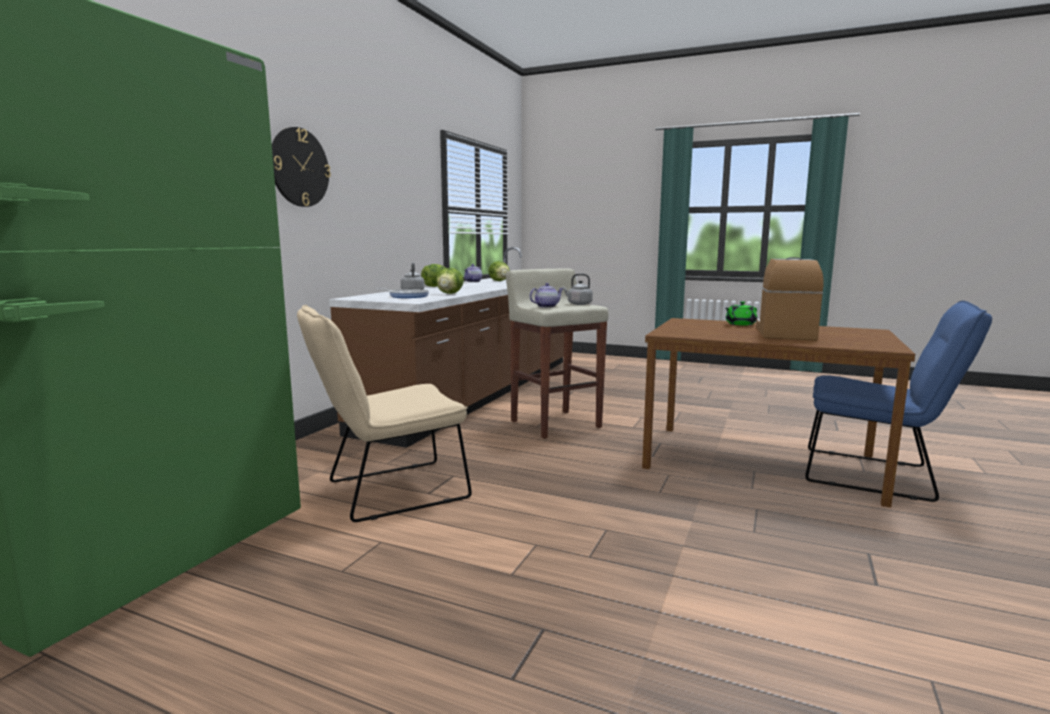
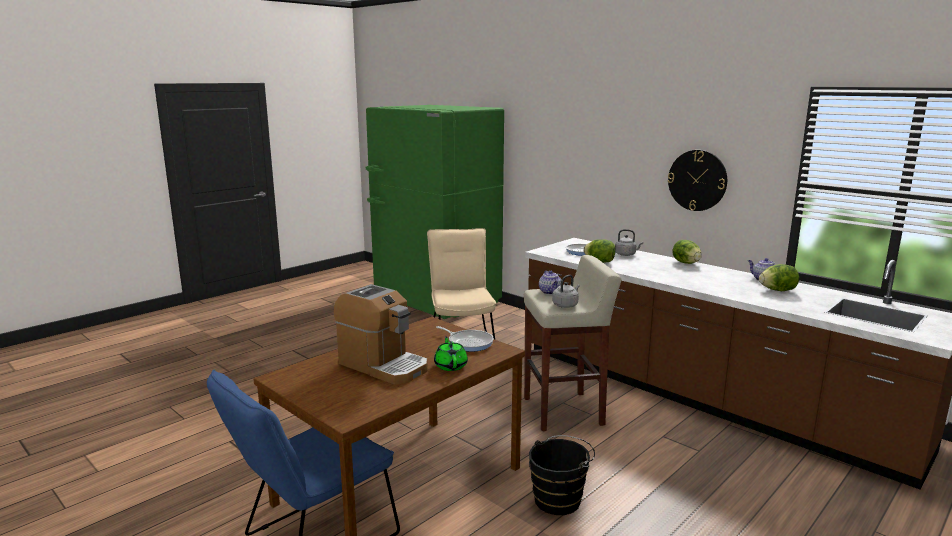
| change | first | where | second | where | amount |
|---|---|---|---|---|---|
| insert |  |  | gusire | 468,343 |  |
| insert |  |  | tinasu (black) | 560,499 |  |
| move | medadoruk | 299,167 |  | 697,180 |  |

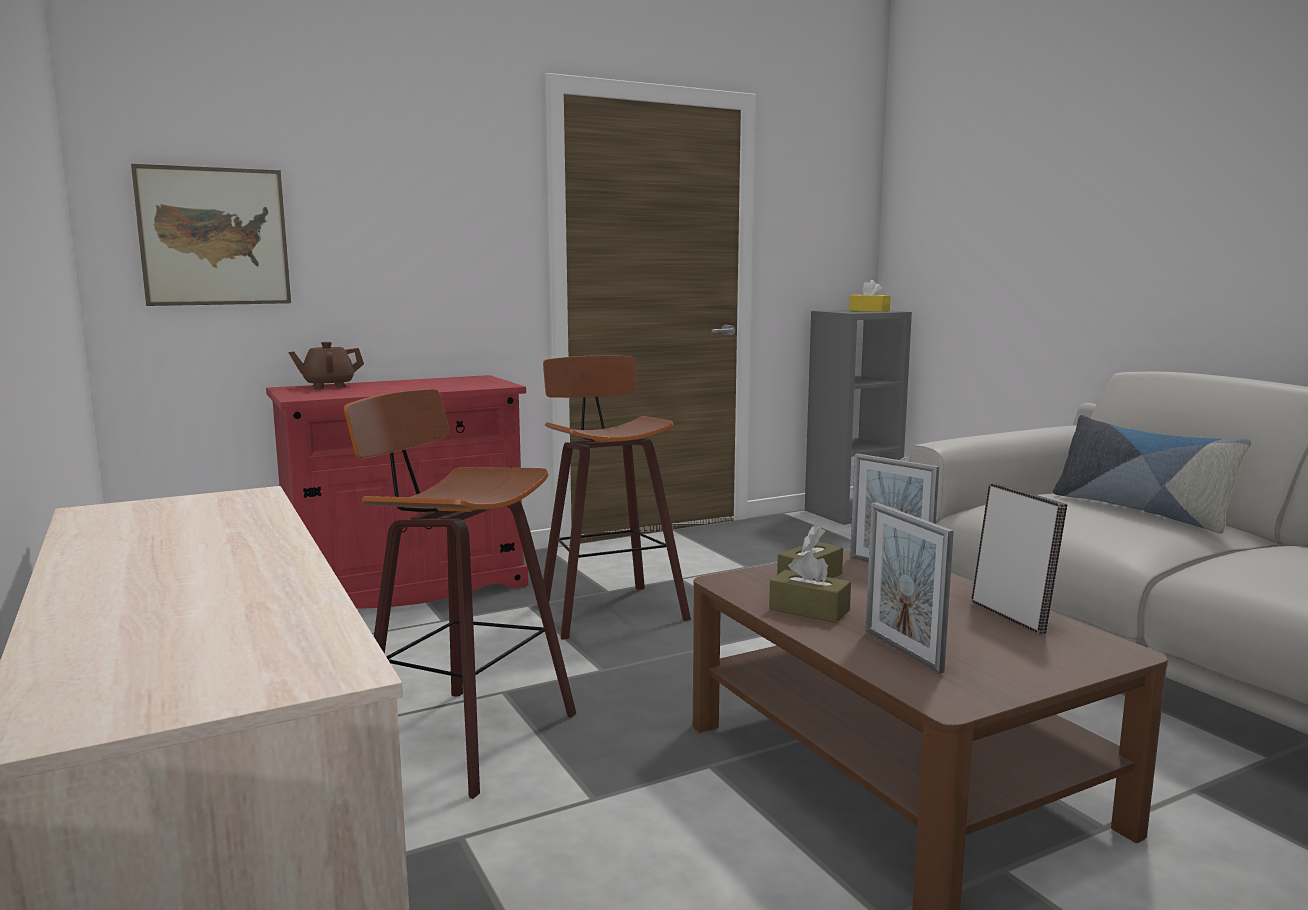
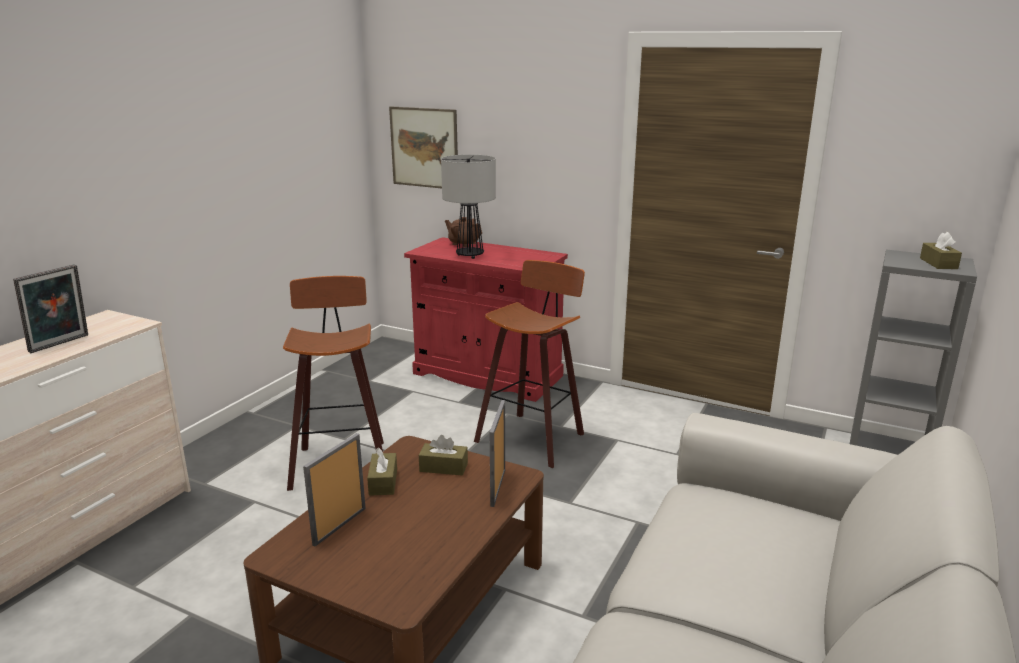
| change | first | where | second | where | amount |
|---|---|---|---|---|---|
| delete | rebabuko | 1140,510 |  |  |  |
| insert |  |  | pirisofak | 470,255 |  |
| move | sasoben | 1011,616 |  | 61,344 |  |
| recolor | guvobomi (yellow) | 869,310 | guvobomi (brown) | 938,263 |  |

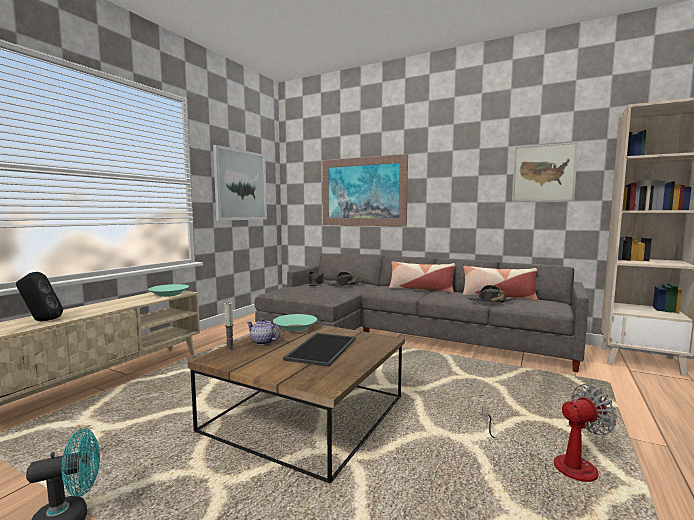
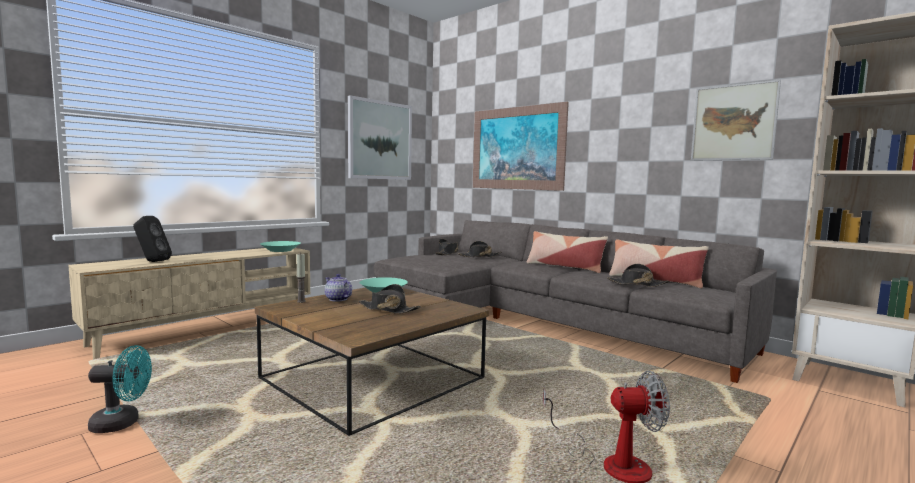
| change | first | where | second | where | amount |
|---|---|---|---|---|---|
| replace | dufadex | 321,348 | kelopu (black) | 388,309 |  |

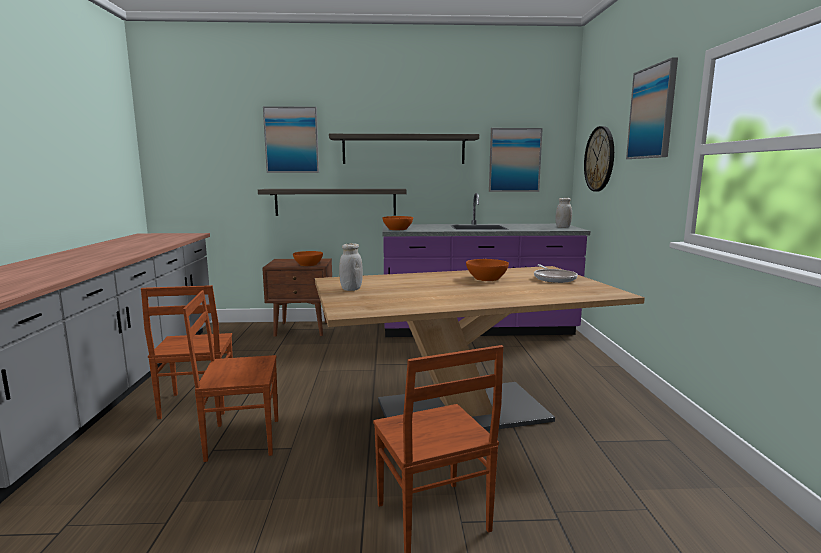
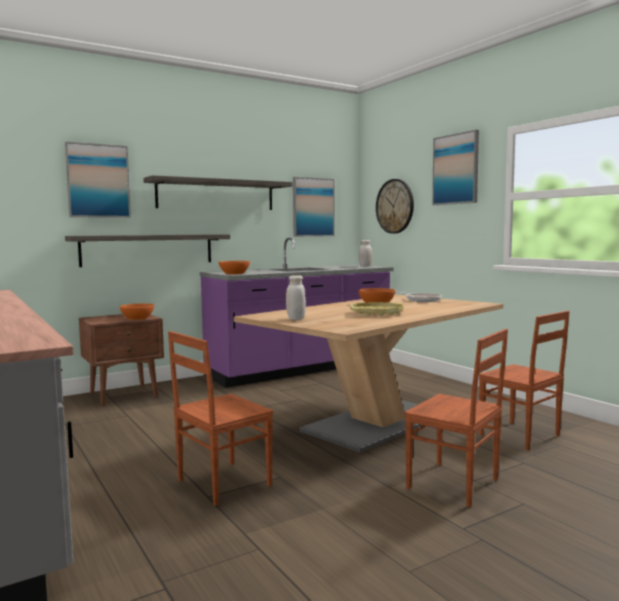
| change | first | where | second | where | amount |
|---|---|---|---|---|---|
| insert |  |  | dufadex (yellow) | 376,313 |  |
| move | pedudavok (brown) | 196,404 |  | 520,436 |  |

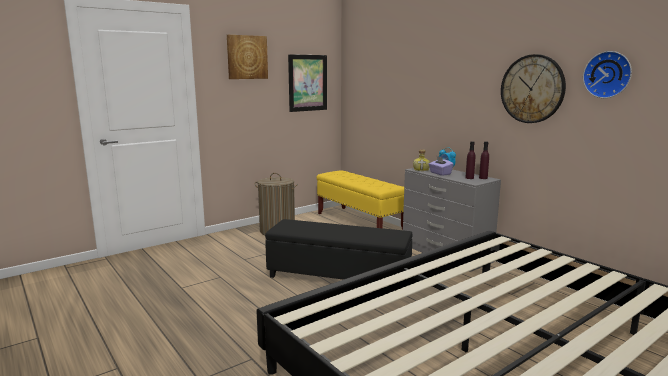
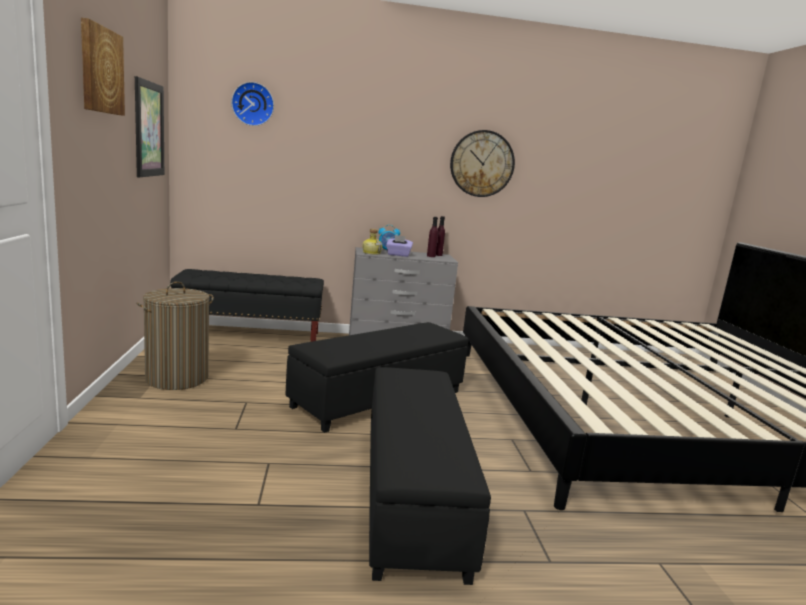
| change | first | where | second | where | amount |
|---|---|---|---|---|---|
| insert |  |  | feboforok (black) | 414,494 |  |
| move | medadoruk | 608,74 |  | 253,104 |  |
| recolor | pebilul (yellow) | 359,222 | pebilul (black) | 250,337 |  |

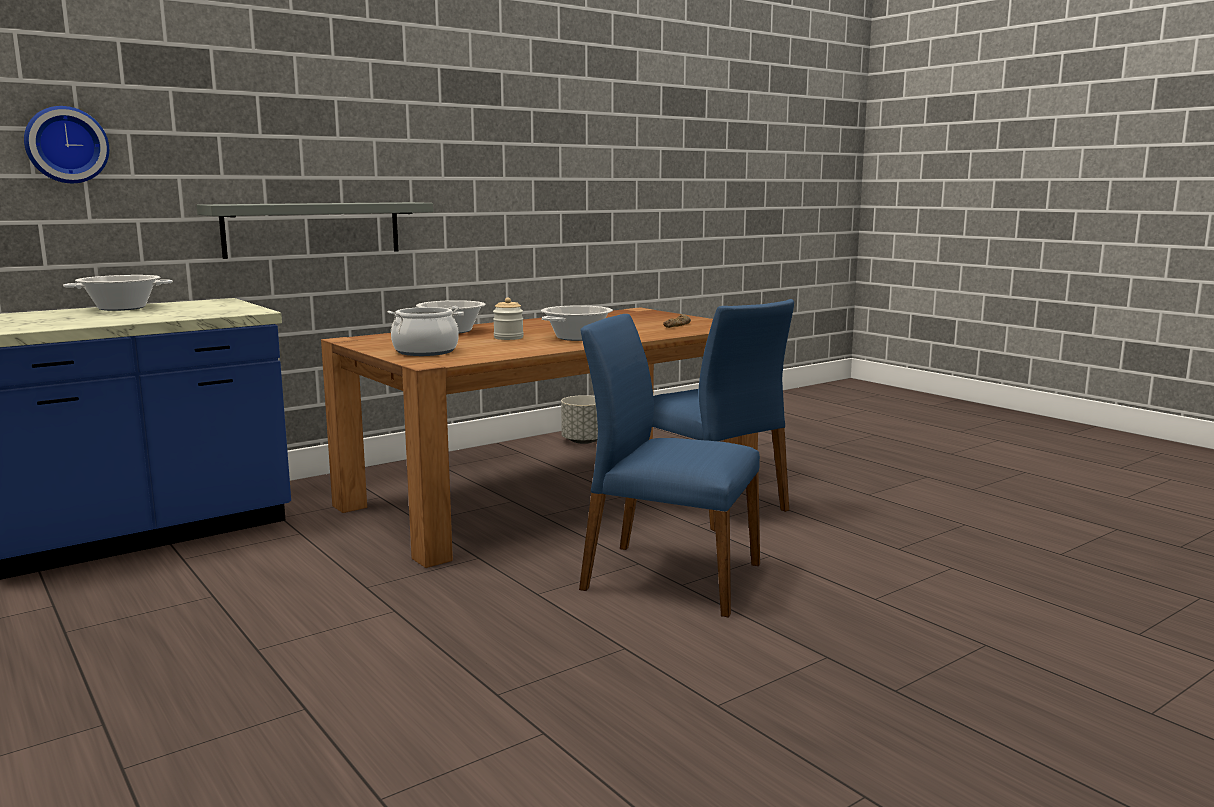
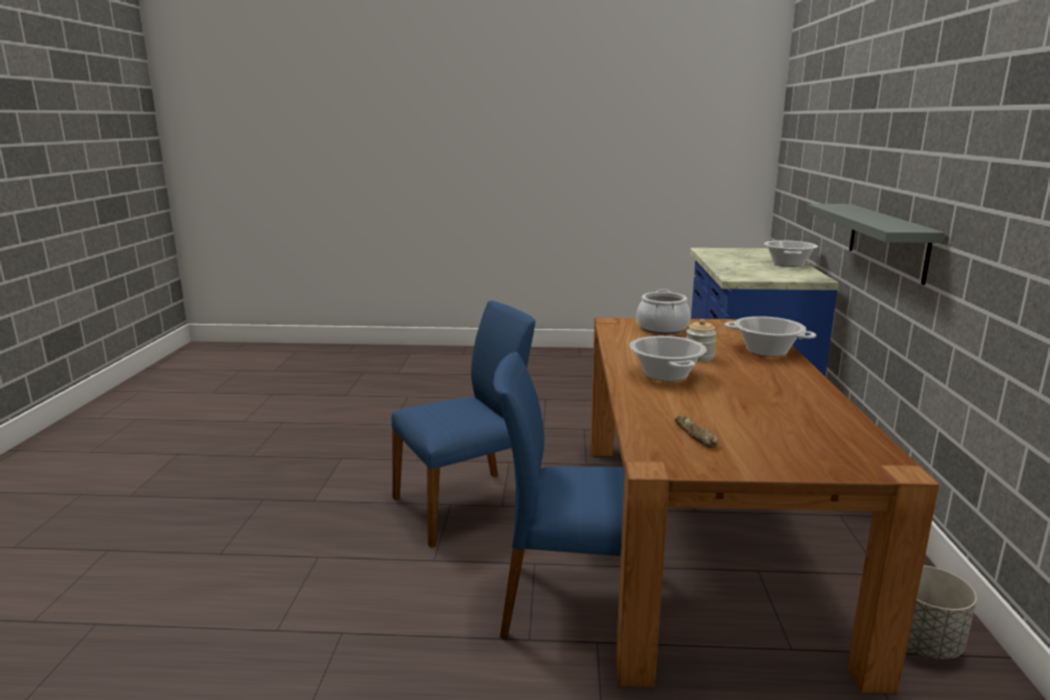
| change | first | where | second | where | amount |
|---|---|---|---|---|---|
| delete | medadoruk | 66,145 |  |  |  |

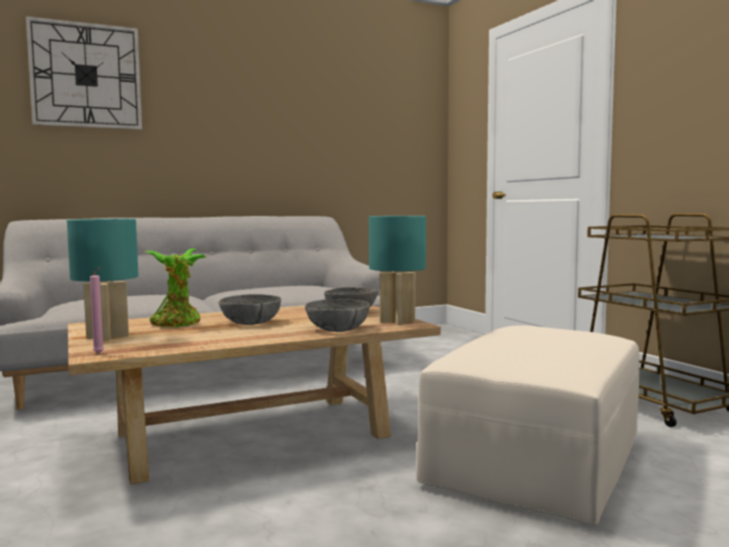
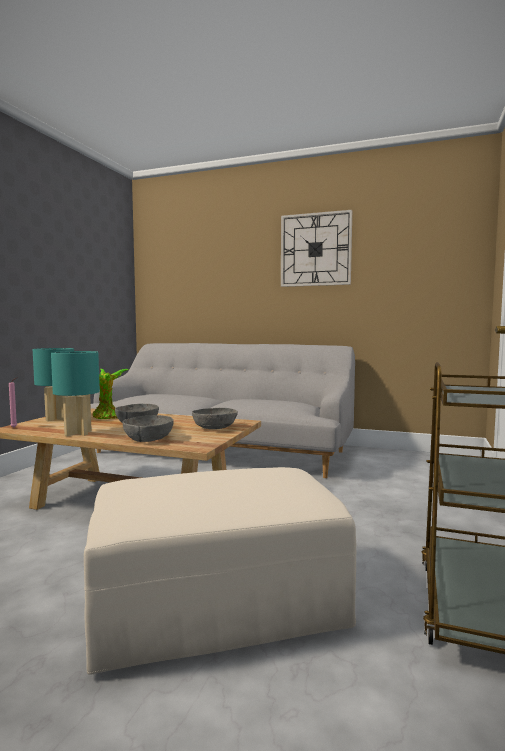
| change | first | where | second | where | amount |
|---|---|---|---|---|---|
| move | medadoruk | 86,75 |  | 315,249 |  |
| move | pirisofak (turquoise) | 398,321 |  | 78,433 |  |

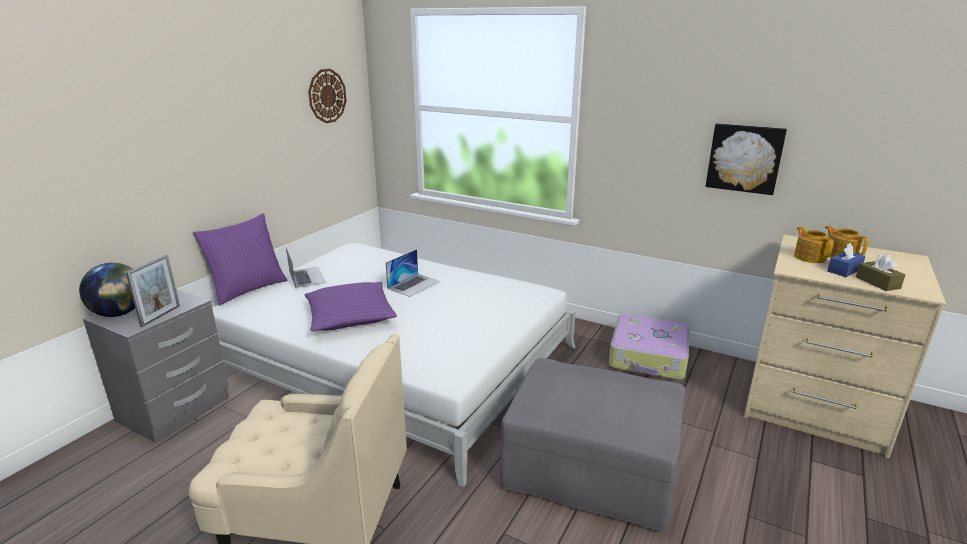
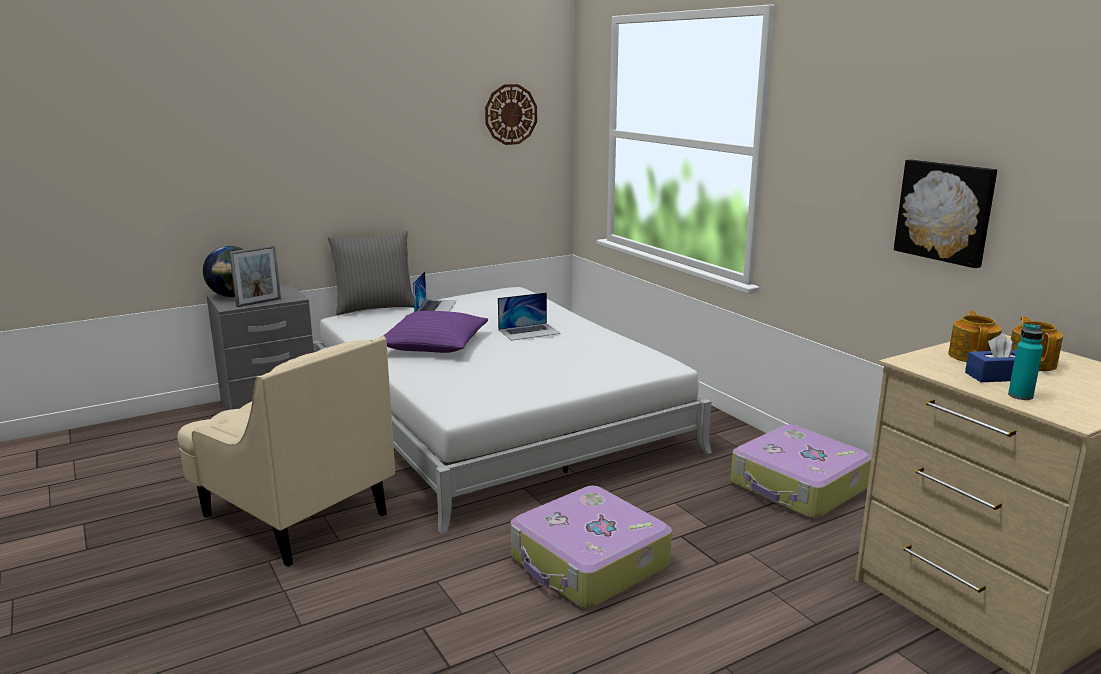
| change | first | where | second | where | amount |
|---|---|---|---|---|---|
| replace | feboforok (grey) | 591,469 | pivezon | 589,563 |  |
| replace | guvobomi (brown) | 877,282 | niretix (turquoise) | 1020,396 |  |
| recolor | rebabuko (purple) | 248,289 | rebabuko (grey) | 375,308 |  |

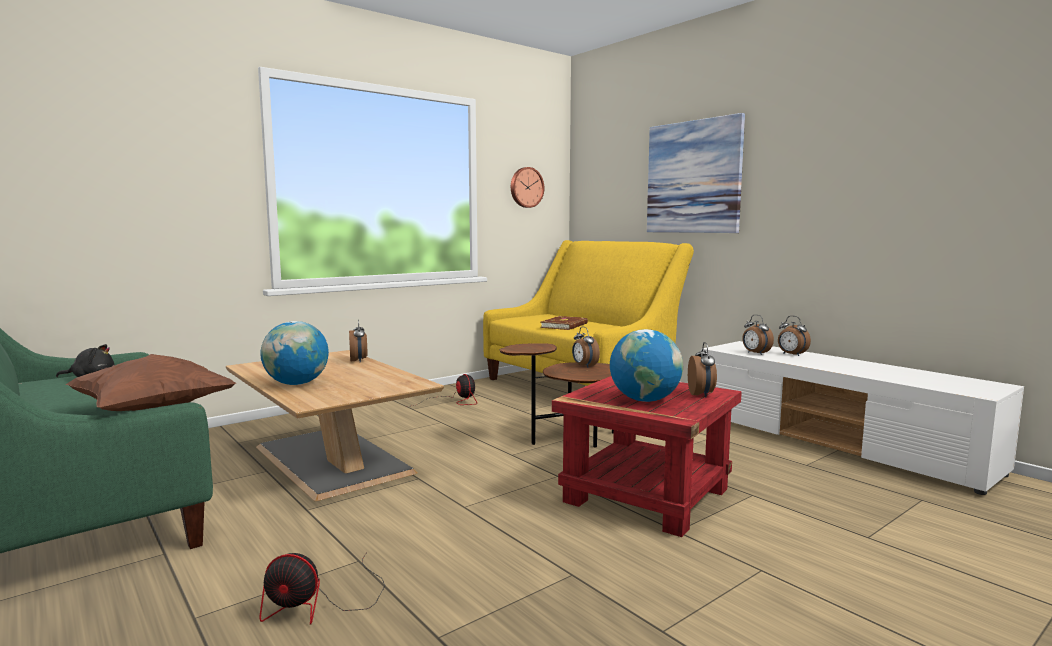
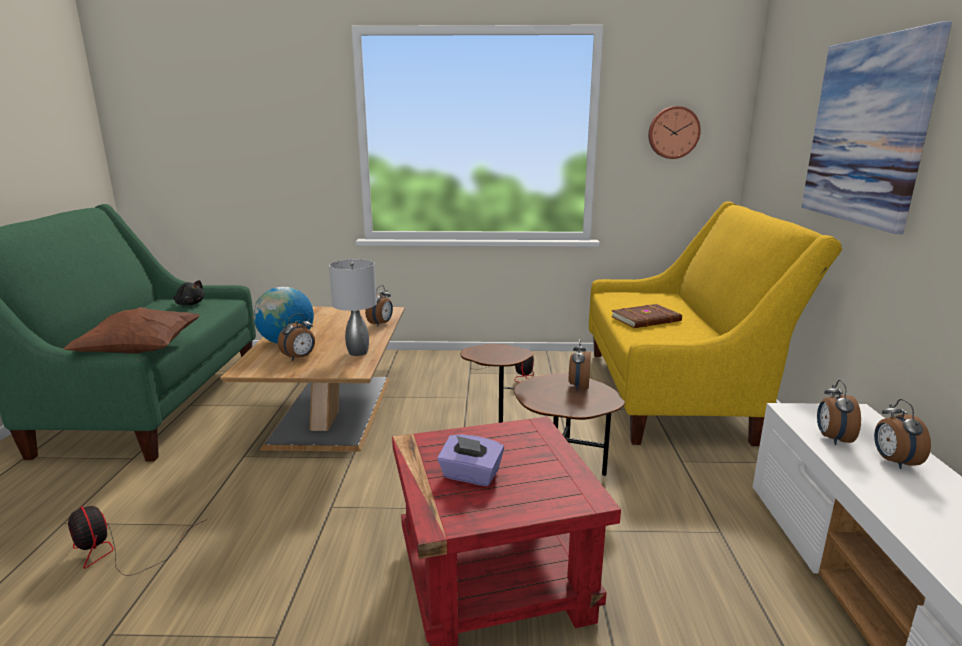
| change | first | where | second | where | amount |
|---|---|---|---|---|---|
| insert |  |  | pirisofak (grey) | 359,352 |  |
| move | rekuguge | 701,394 |  | 300,358 |  |
| replace | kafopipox | 645,400 | guvobomi (purple) | 470,475 |  |

